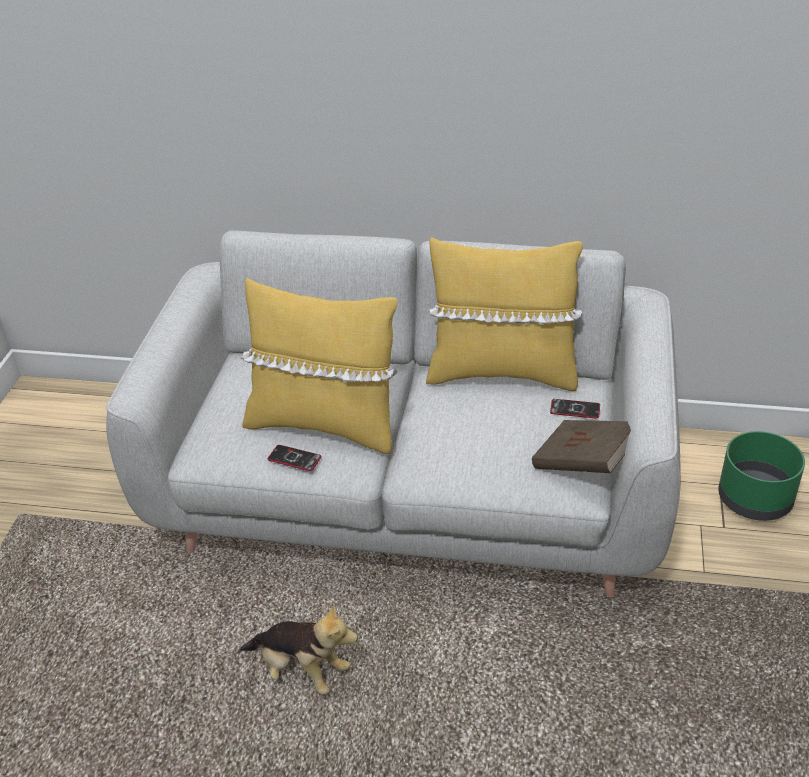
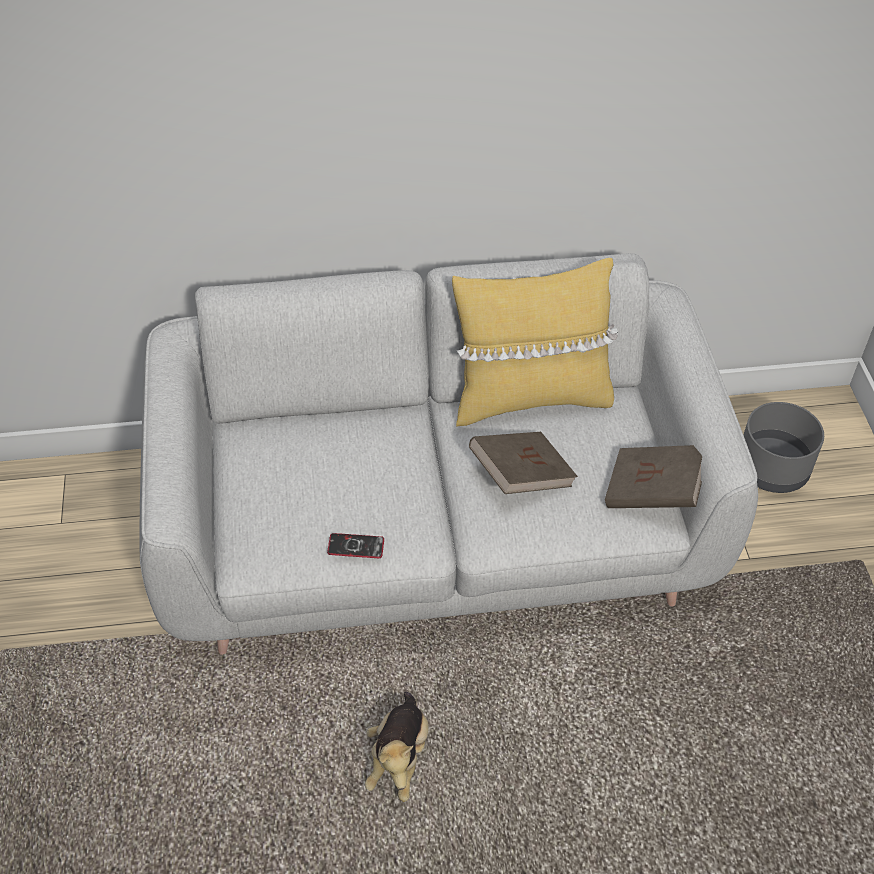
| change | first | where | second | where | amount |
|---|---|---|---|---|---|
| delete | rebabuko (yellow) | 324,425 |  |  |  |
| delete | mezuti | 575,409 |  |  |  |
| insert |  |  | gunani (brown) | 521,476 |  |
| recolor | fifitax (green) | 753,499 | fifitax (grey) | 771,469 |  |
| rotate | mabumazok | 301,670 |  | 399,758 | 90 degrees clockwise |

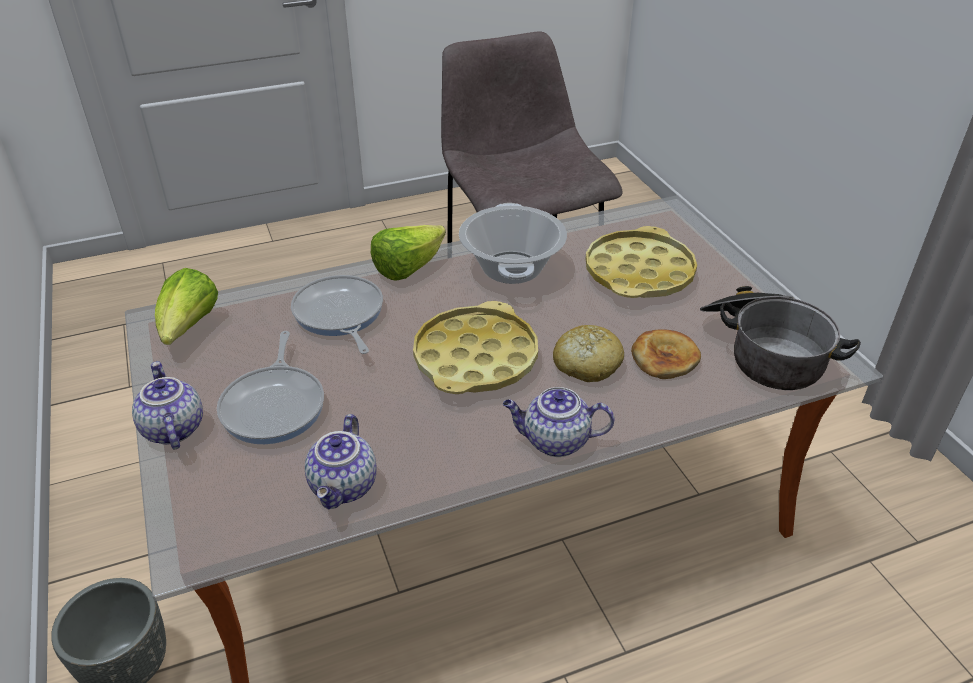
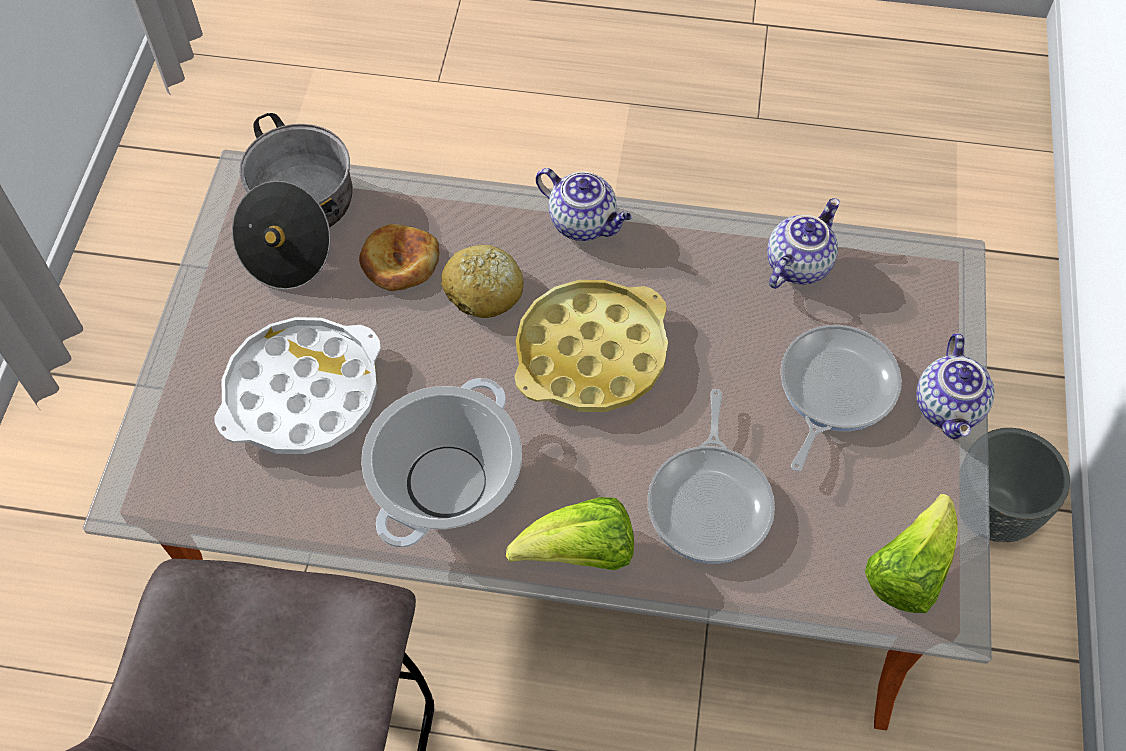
| change | first | where | second | where | amount |
|---|---|---|---|---|---|
| recolor | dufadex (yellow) | 639,273 | dufadex (white) | 302,393 |  |

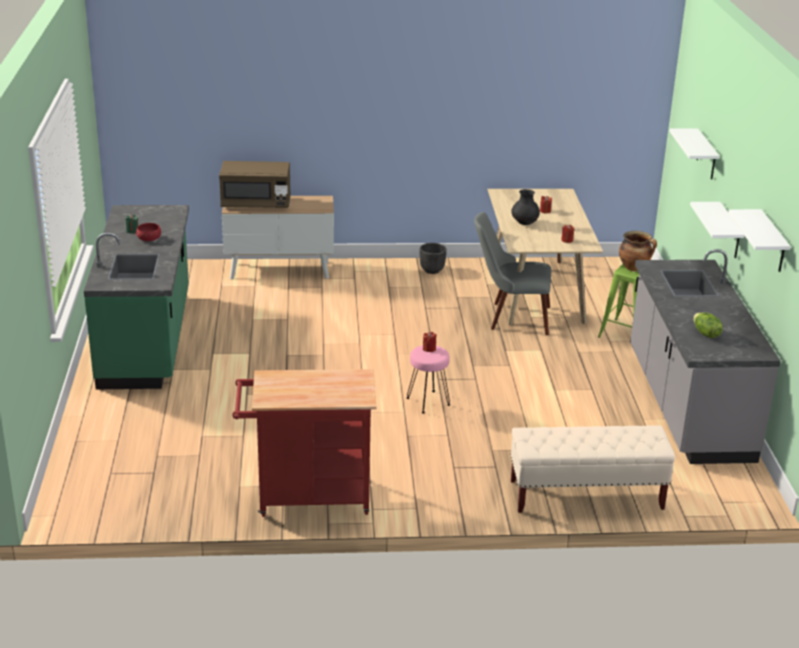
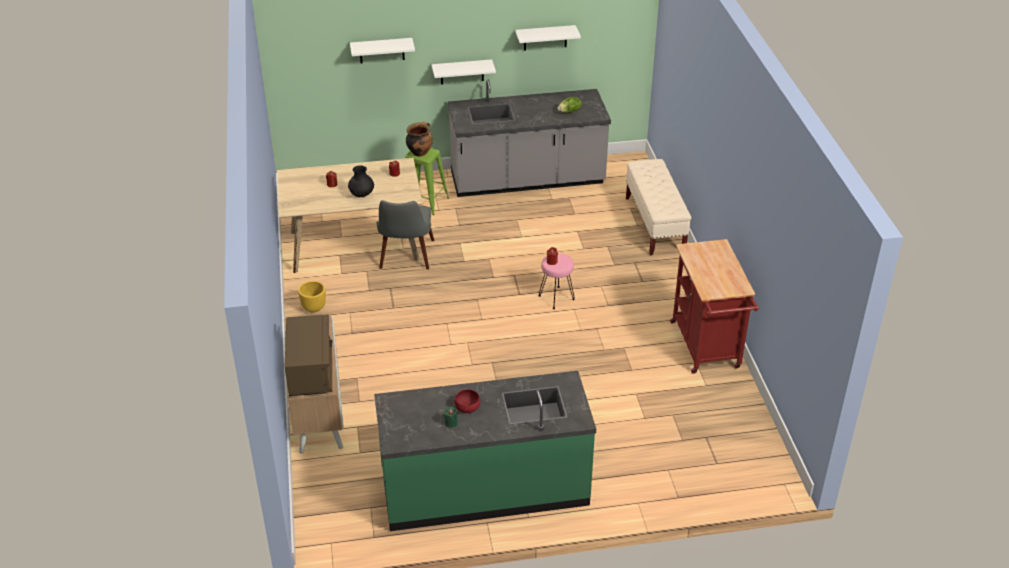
| change | first | where | second | where | amount |
|---|---|---|---|---|---|
| recolor | fifitax (black) | 432,270 | fifitax (yellow) | 313,307 |  |

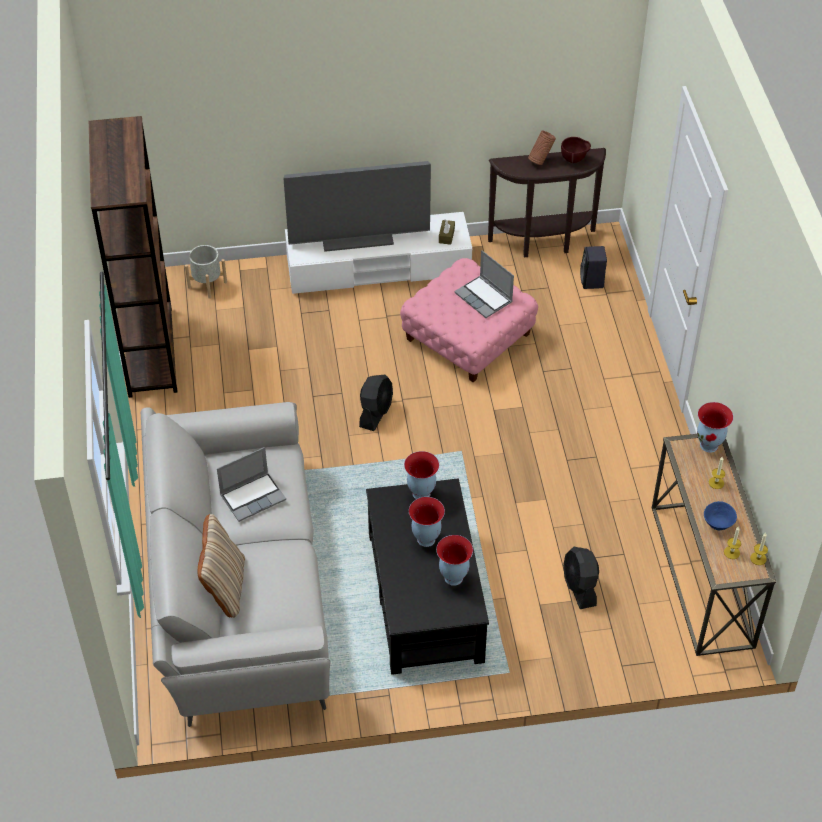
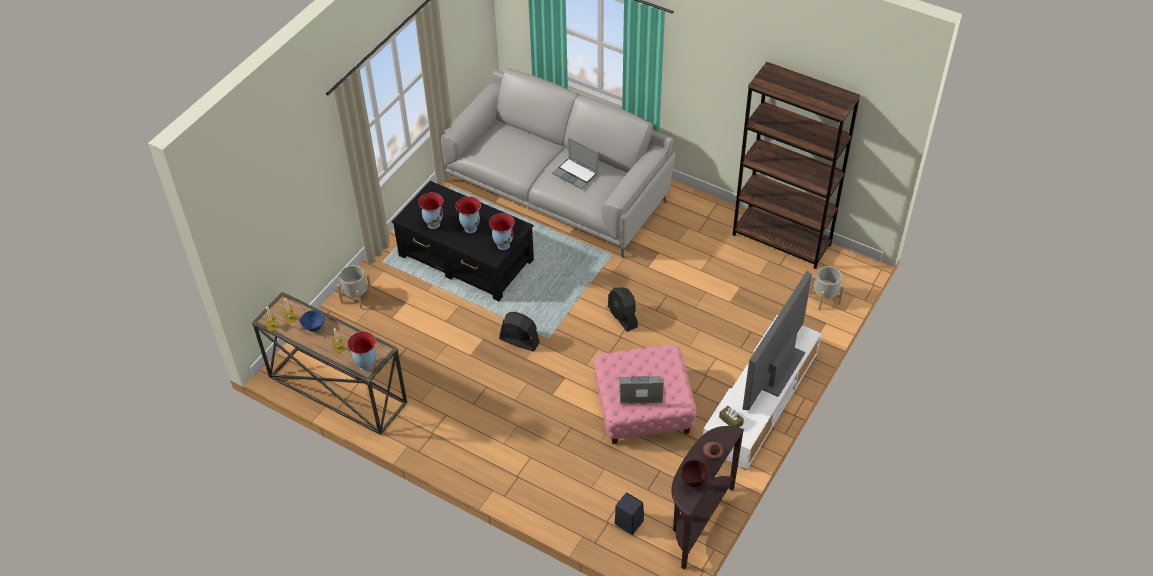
| change | first | where | second | where | amount |
|---|---|---|---|---|---|
| delete | rebabuko (beige) | 224,587 |  |  |  |
| insert |  |  | fifitax (grey) | 356,297 |  |
| move | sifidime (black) | 579,587 |  | 519,340 |  |
| rotate | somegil | 253,496 |  | 576,174 | 60 degrees counterclockwise |

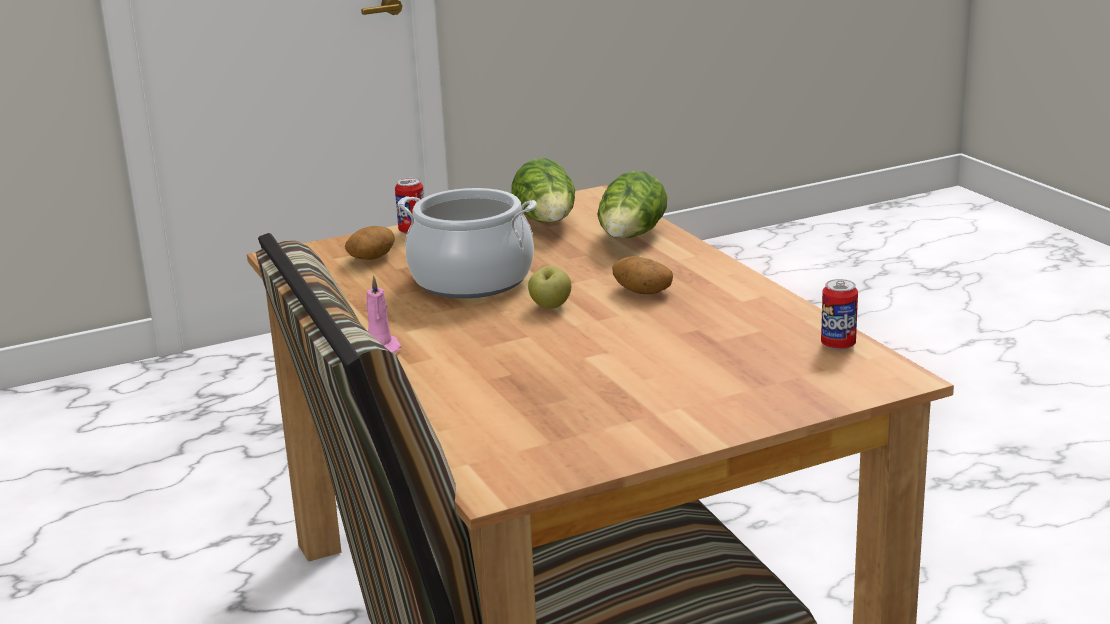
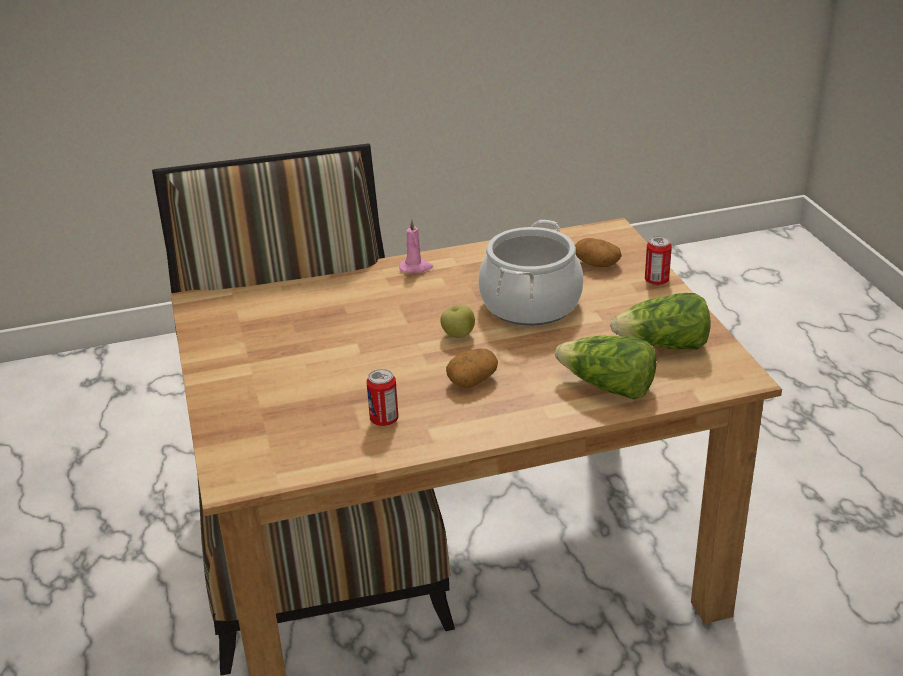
| change | first | where | second | where | amount |
|---|---|---|---|---|---|
| move | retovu | 838,345 |  | 384,420 |  |

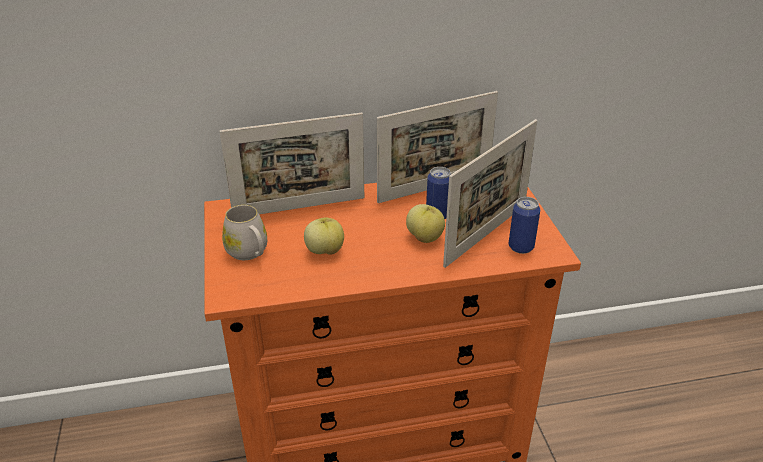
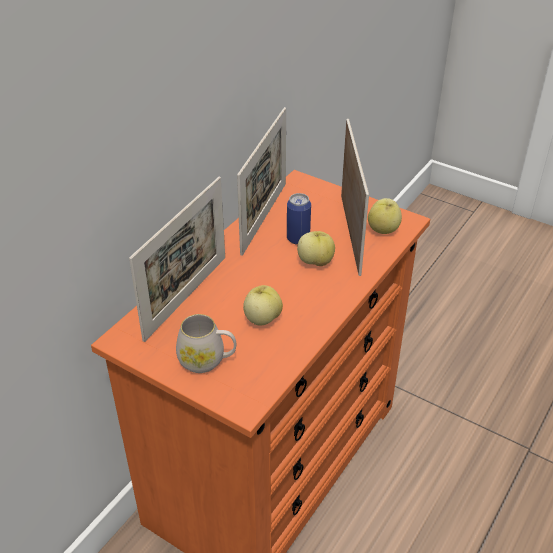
| change | first | where | second | where | amount |
|---|---|---|---|---|---|
| replace | retovu | 521,247 | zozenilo | 384,229 |  |

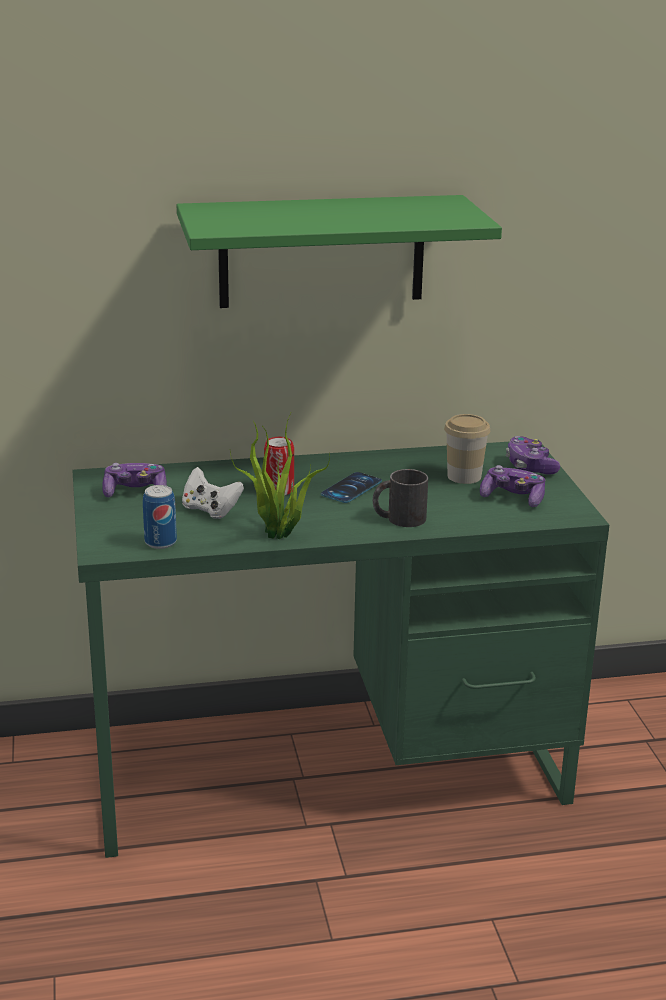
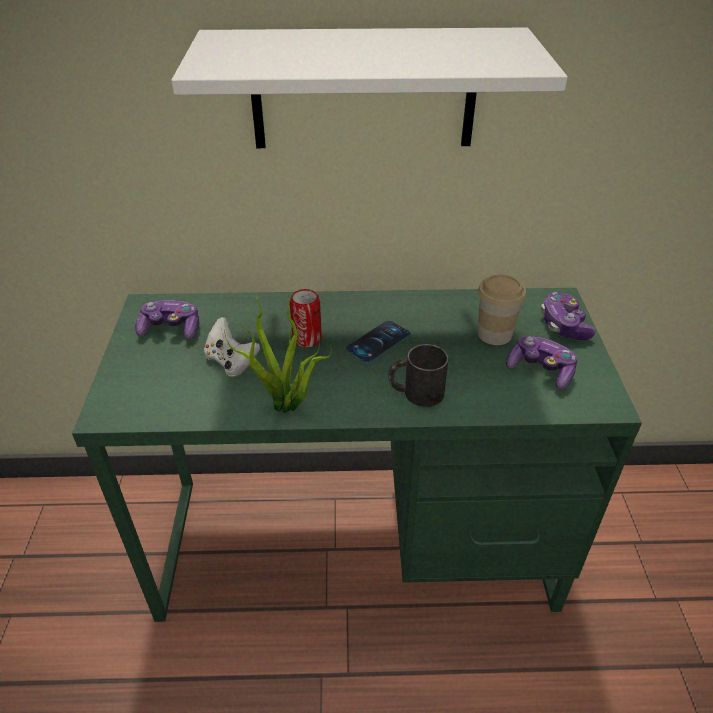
| change | first | where | second | where | amount |
|---|---|---|---|---|---|
| delete | retovu | 160,542 |  |  |  |
| recolor | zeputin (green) | 322,251 | zeputin (white) | 363,90 |  |

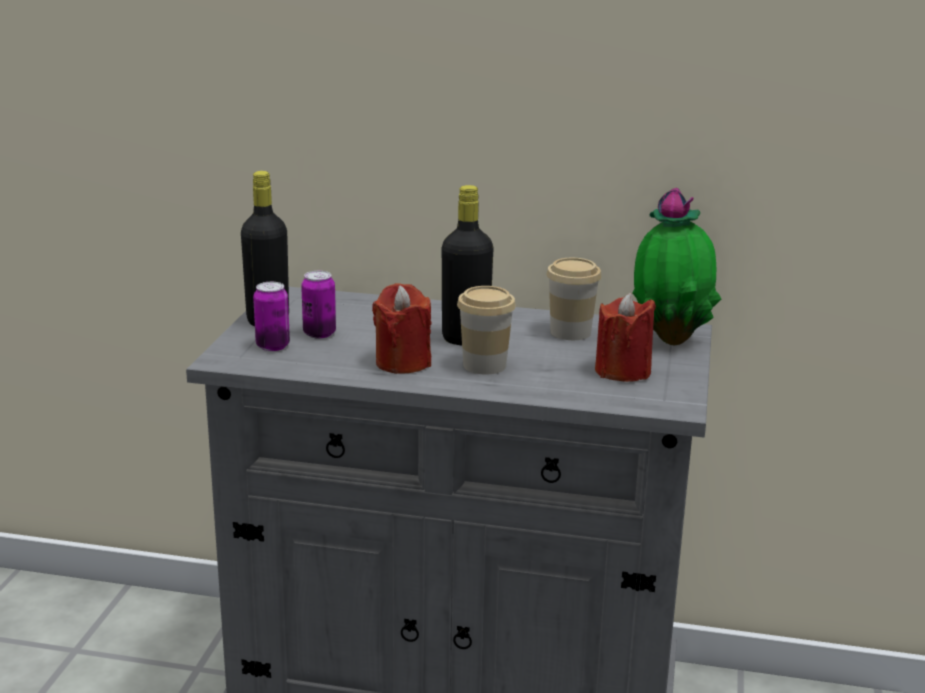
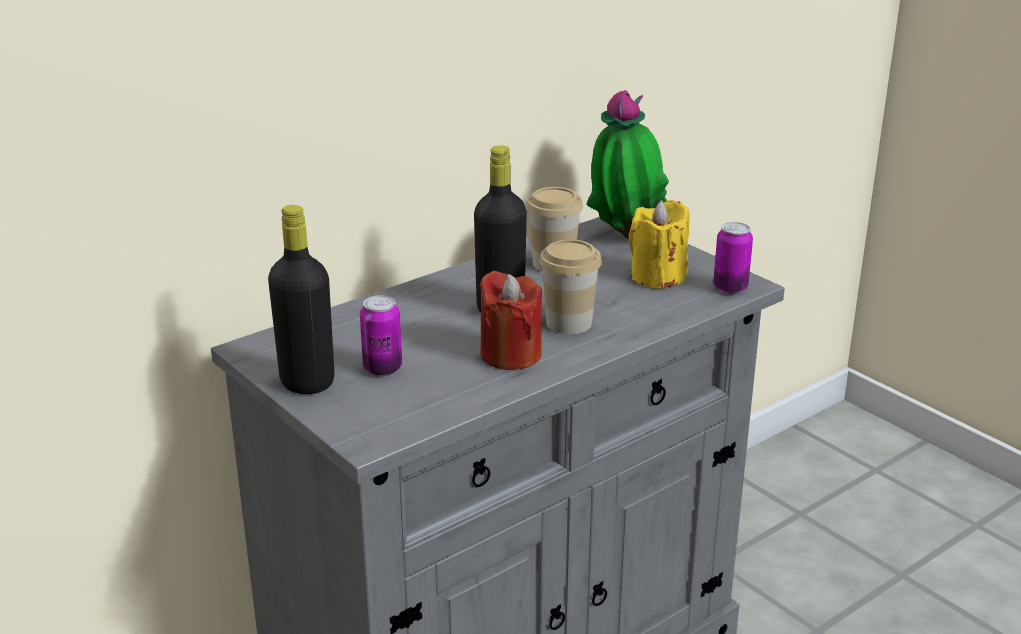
| change | first | where | second | where | amount |
|---|---|---|---|---|---|
| move | retovu | 272,346 |  | 730,288 |  |
| recolor | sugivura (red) | 622,371 | sugivura (yellow) | 658,276 |  |

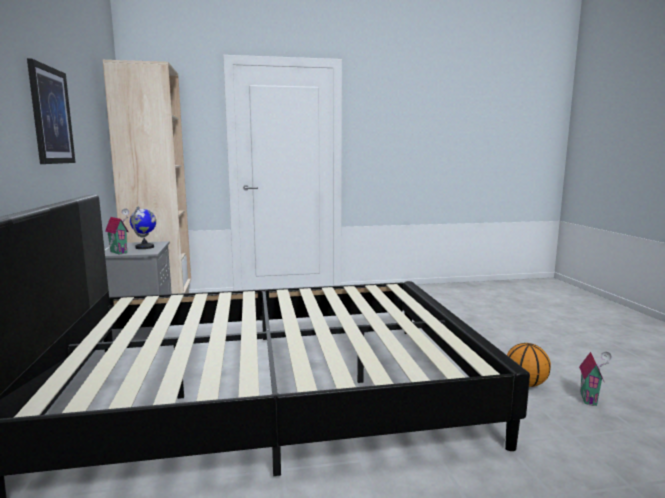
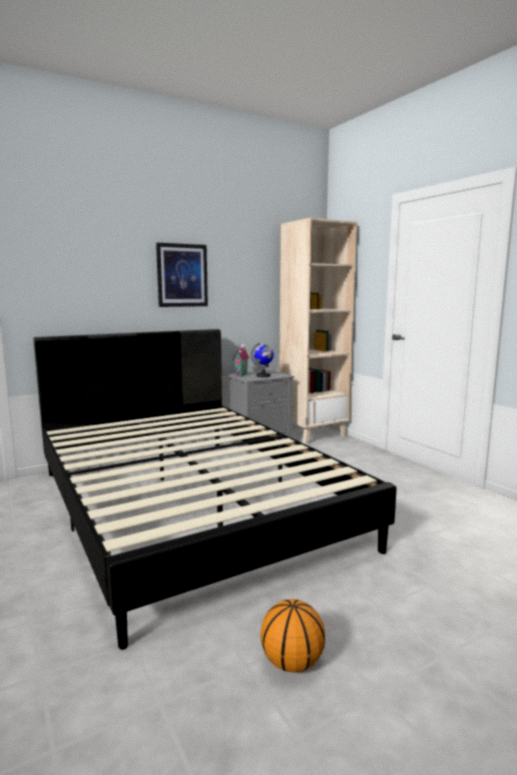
| change | first | where | second | where | amount |
|---|---|---|---|---|---|
| delete | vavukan | 590,399 |  |  |  |

